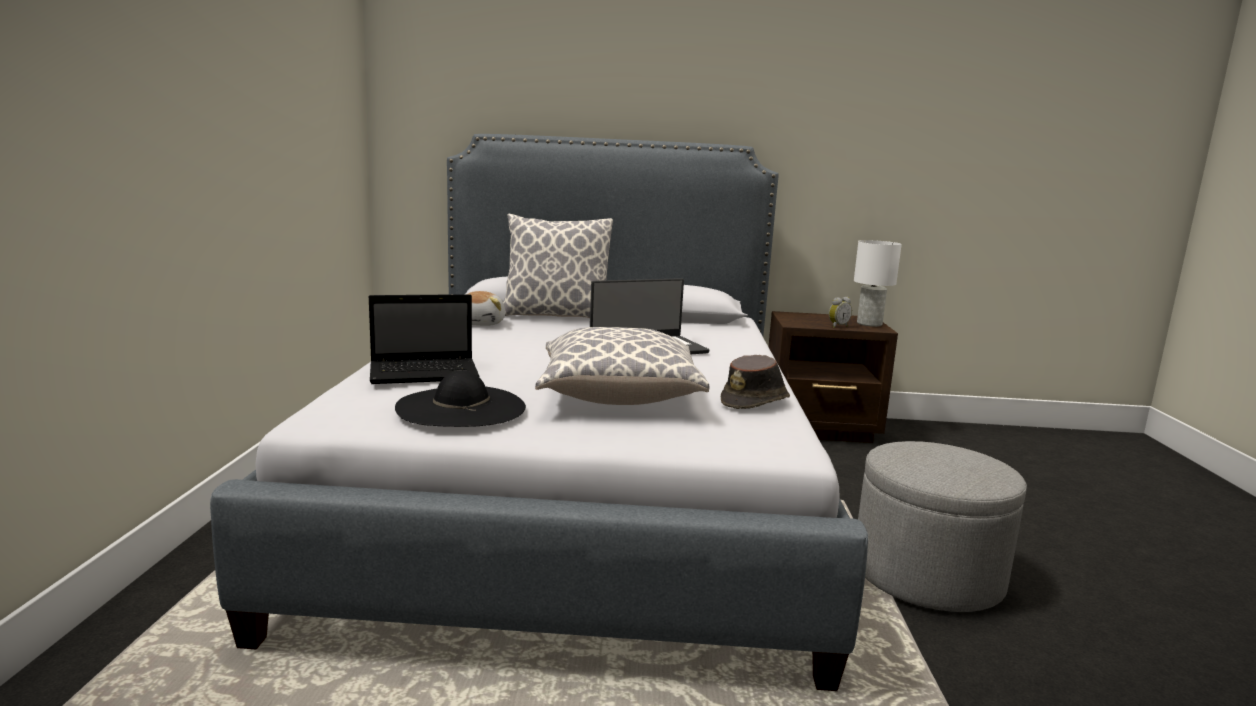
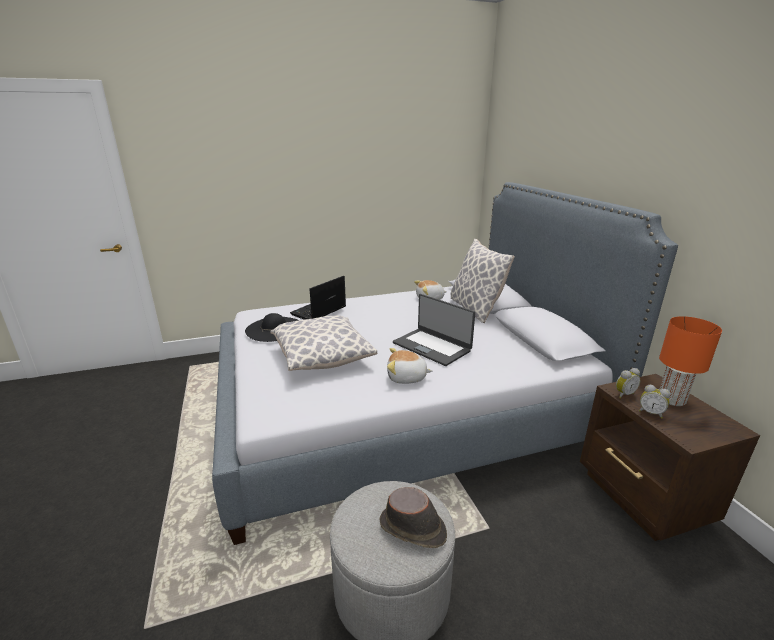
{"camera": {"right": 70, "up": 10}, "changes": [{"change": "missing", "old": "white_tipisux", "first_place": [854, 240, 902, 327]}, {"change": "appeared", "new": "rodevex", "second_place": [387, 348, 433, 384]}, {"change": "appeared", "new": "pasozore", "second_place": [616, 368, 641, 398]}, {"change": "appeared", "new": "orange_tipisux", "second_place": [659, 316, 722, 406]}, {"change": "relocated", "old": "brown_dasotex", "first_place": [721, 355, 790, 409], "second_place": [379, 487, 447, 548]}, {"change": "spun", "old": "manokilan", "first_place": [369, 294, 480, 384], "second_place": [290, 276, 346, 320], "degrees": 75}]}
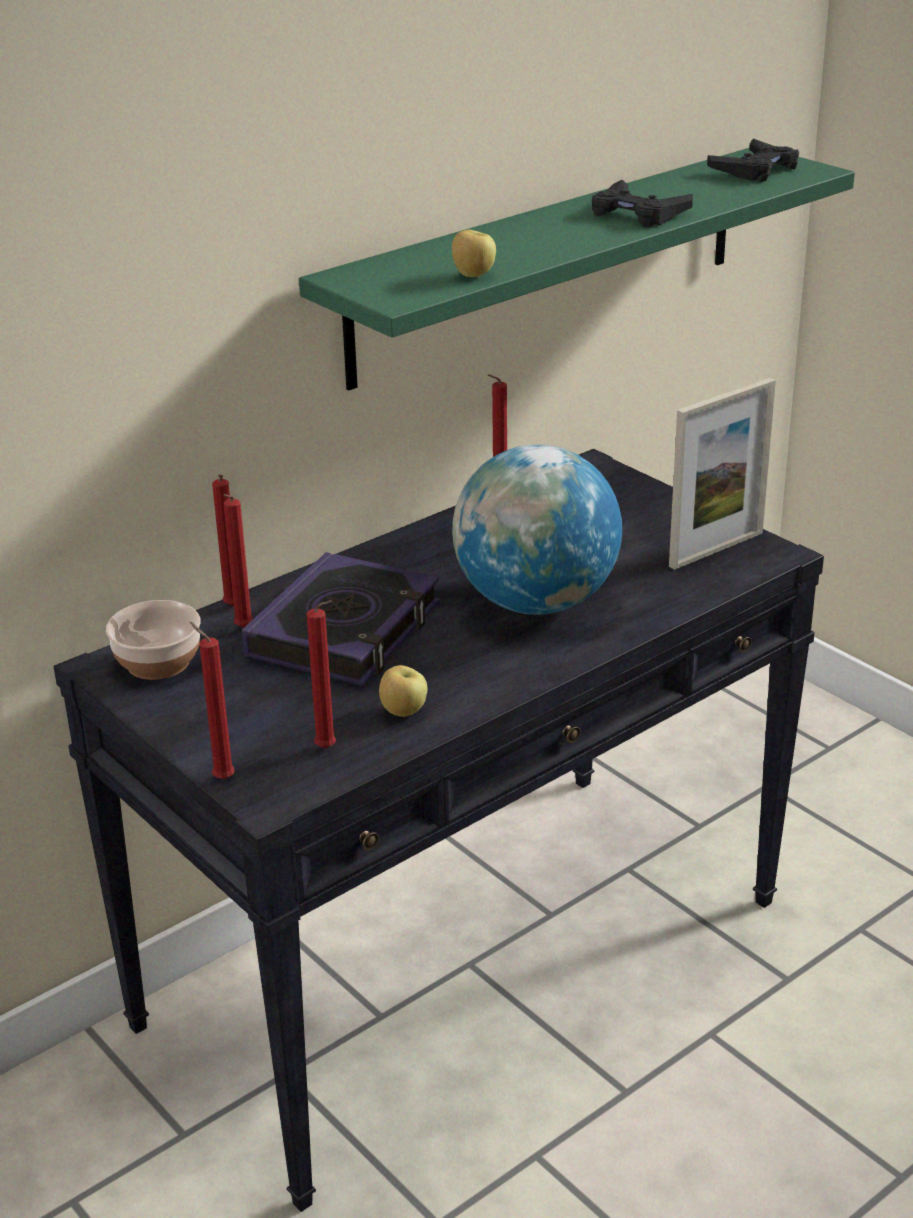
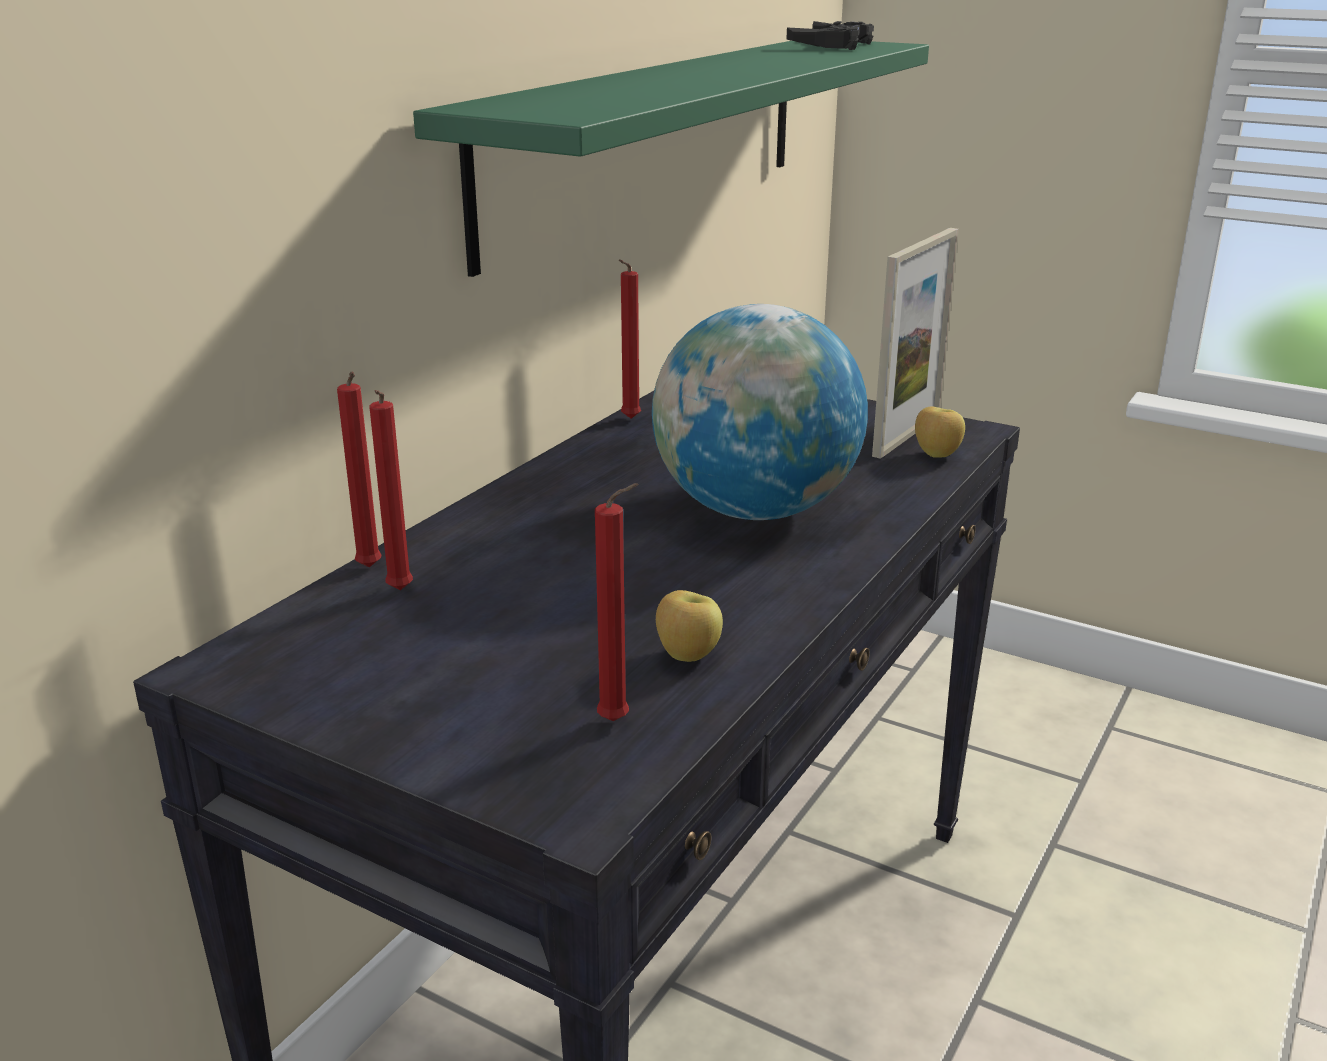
{"camera": {"right": -20, "up": -5}, "changes": [{"change": "missing", "old": "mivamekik", "first_place": [106, 600, 201, 680]}, {"change": "missing", "old": "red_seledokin", "first_place": [190, 622, 235, 779]}, {"change": "missing", "old": "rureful", "first_place": [242, 552, 440, 686]}, {"change": "missing", "old": "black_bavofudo", "first_place": [592, 180, 693, 227]}, {"change": "relocated", "old": "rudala", "first_place": [452, 230, 496, 277], "second_place": [915, 406, 965, 458]}]}
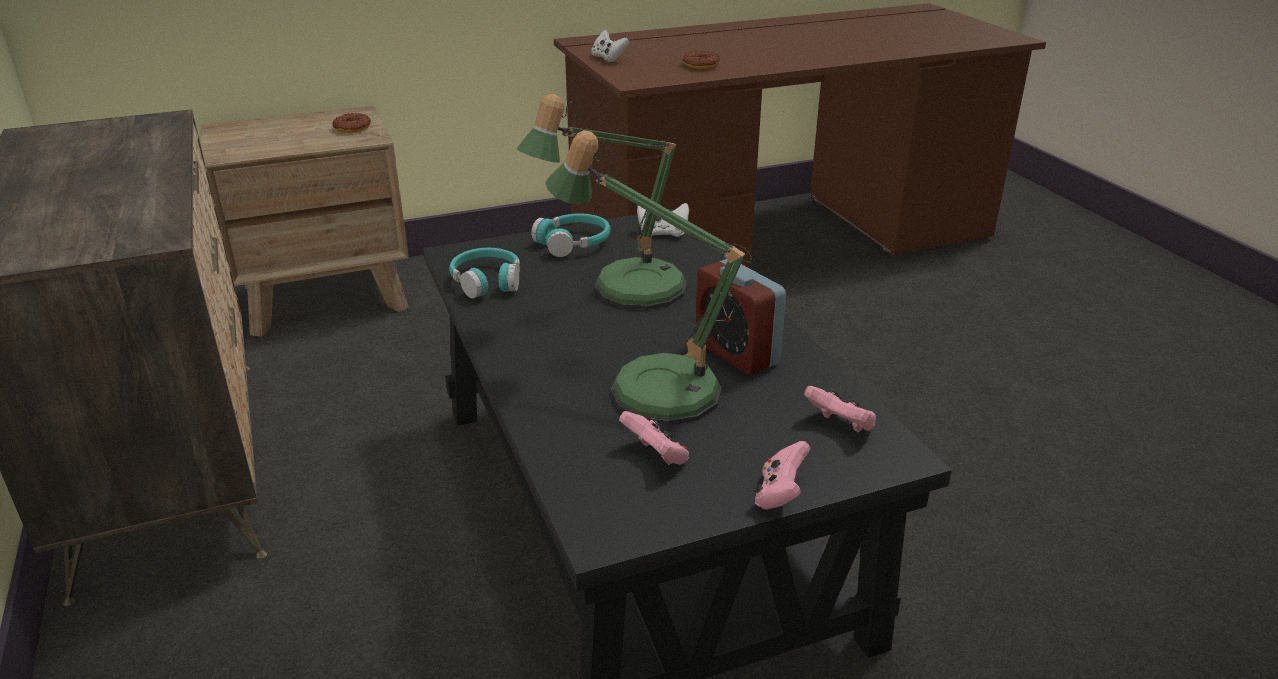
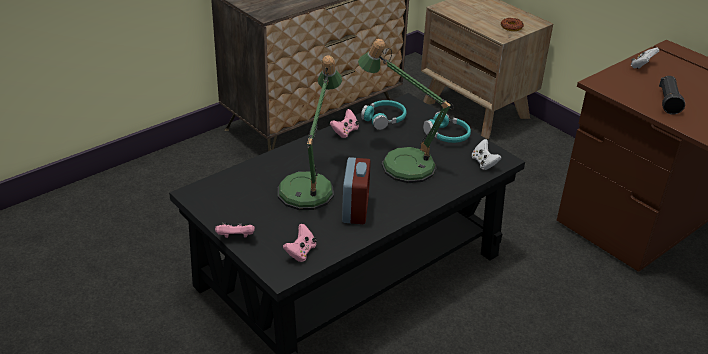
{"camera": {"right": 70, "up": 5}, "changes": [{"change": "relocated", "old": "pink_bavofudo", "first_place": [619, 411, 689, 465], "second_place": [330, 109, 359, 138]}, {"change": "exchanged", "old": "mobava", "new": "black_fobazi", "first_place": [683, 51, 720, 69], "second_place": [659, 76, 685, 115]}, {"change": "spun", "old": "pasozore", "first_place": [695, 259, 786, 375], "second_place": [342, 157, 371, 224], "degrees": 150}]}
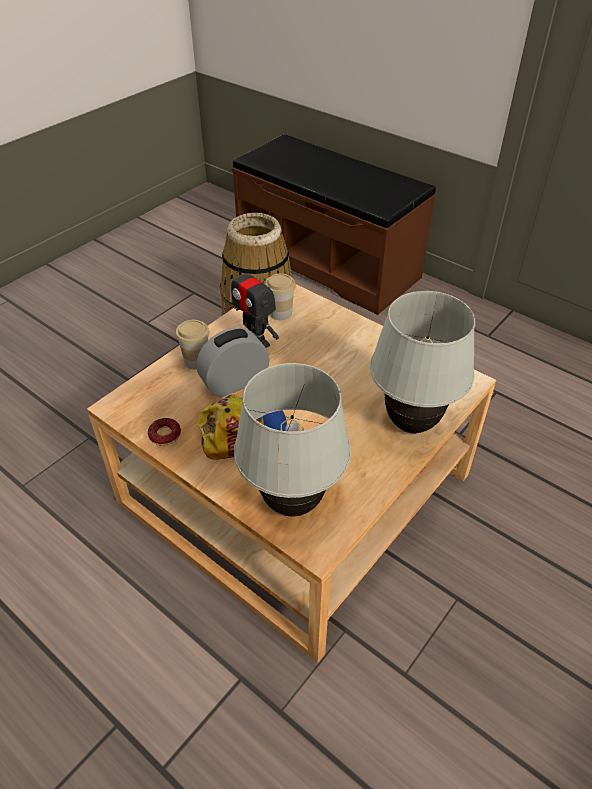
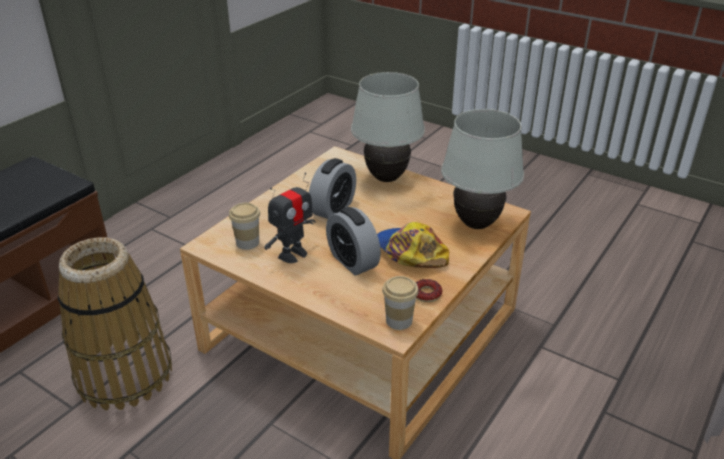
{"camera": {"right": -95, "up": -10}, "changes": [{"change": "appeared", "new": "pasozore", "second_place": [309, 158, 356, 219]}, {"change": "relocated", "old": "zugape", "first_place": [176, 320, 209, 370], "second_place": [382, 276, 419, 330]}]}
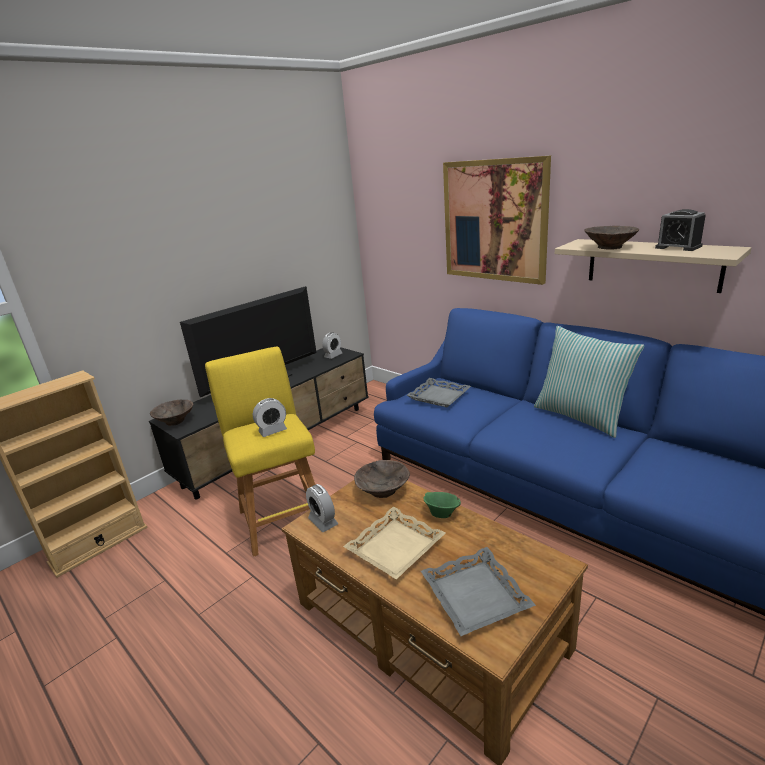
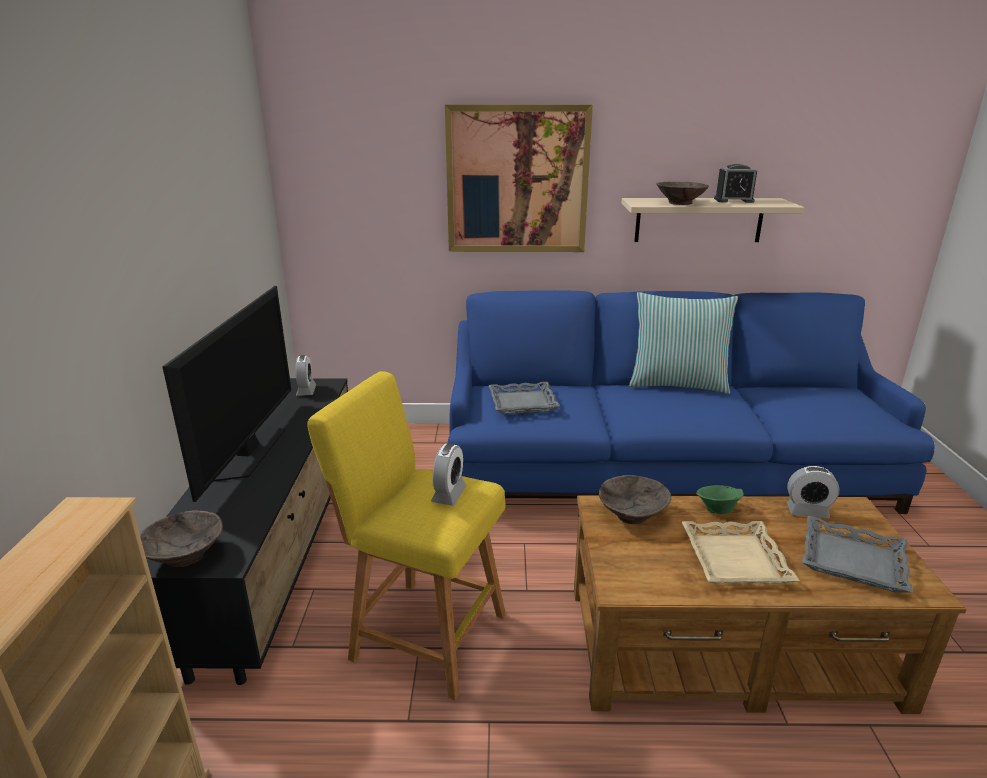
{"camera": {"right": -45, "up": 0}, "changes": [{"change": "relocated", "old": "pasozore", "first_place": [306, 484, 338, 532], "second_place": [787, 466, 840, 518]}]}
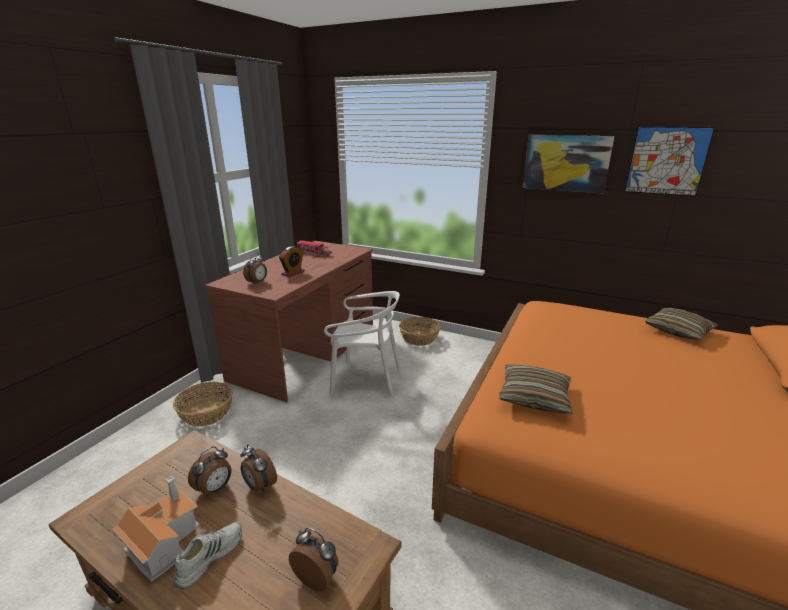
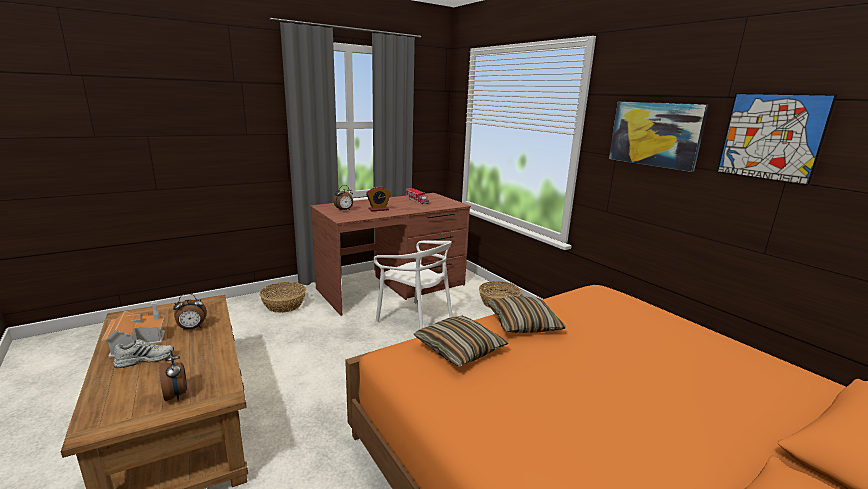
{"camera": {"right": 30, "up": -5}, "changes": [{"change": "missing", "old": "pasozore", "first_place": [240, 444, 277, 492]}, {"change": "relocated", "old": "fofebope", "first_place": [645, 308, 718, 340], "second_place": [487, 296, 566, 333]}]}
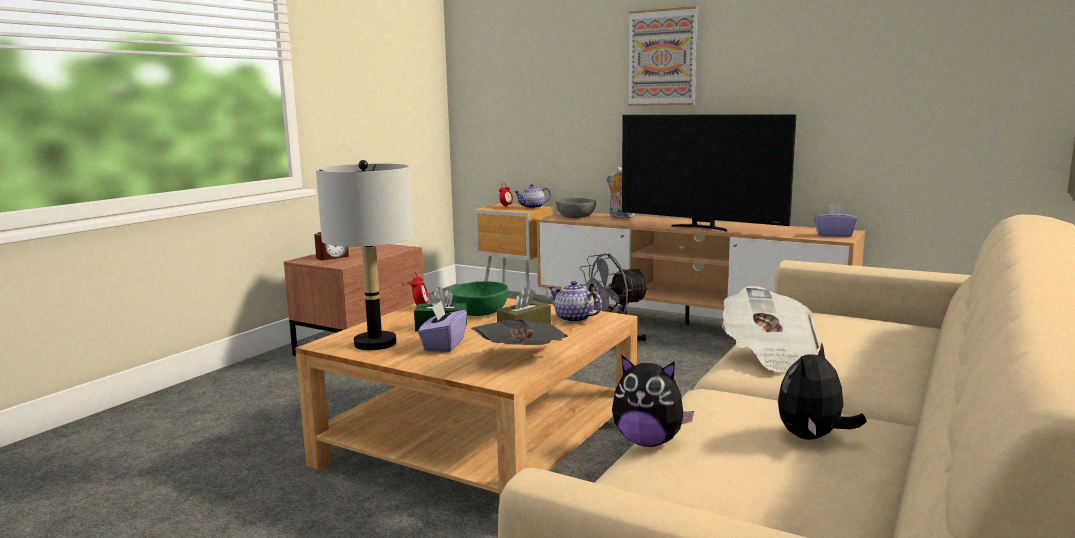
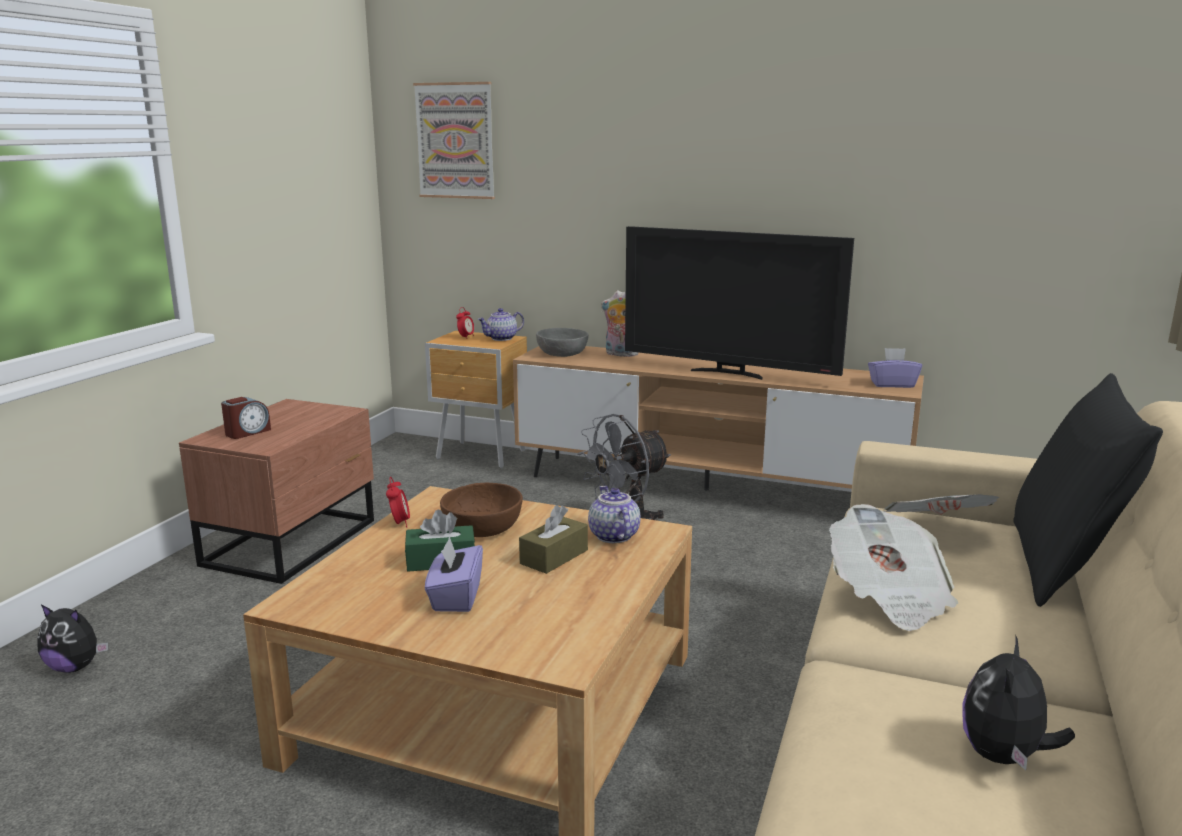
{"camera": {"right": -10, "up": 5}, "changes": [{"change": "missing", "old": "grey_tipisux", "first_place": [316, 160, 414, 350]}, {"change": "appeared", "new": "black_fofebope", "second_place": [1013, 373, 1163, 607]}, {"change": "relocated", "old": "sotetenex", "first_place": [471, 320, 567, 345], "second_place": [884, 494, 1000, 515]}, {"change": "relocated", "old": "rodevex", "first_place": [612, 355, 694, 447], "second_place": [37, 604, 108, 673]}, {"change": "relocated", "old": "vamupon", "first_place": [628, 6, 698, 106], "second_place": [413, 82, 495, 199]}, {"change": "colour", "old": "green_mivamekik", "new": "brown_mivamekik", "first_place": [448, 281, 509, 316], "second_place": [440, 483, 523, 537]}, {"change": "spun", "old": "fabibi", "first_place": [548, 281, 602, 323], "second_place": [588, 486, 641, 543], "degrees": 45}]}
